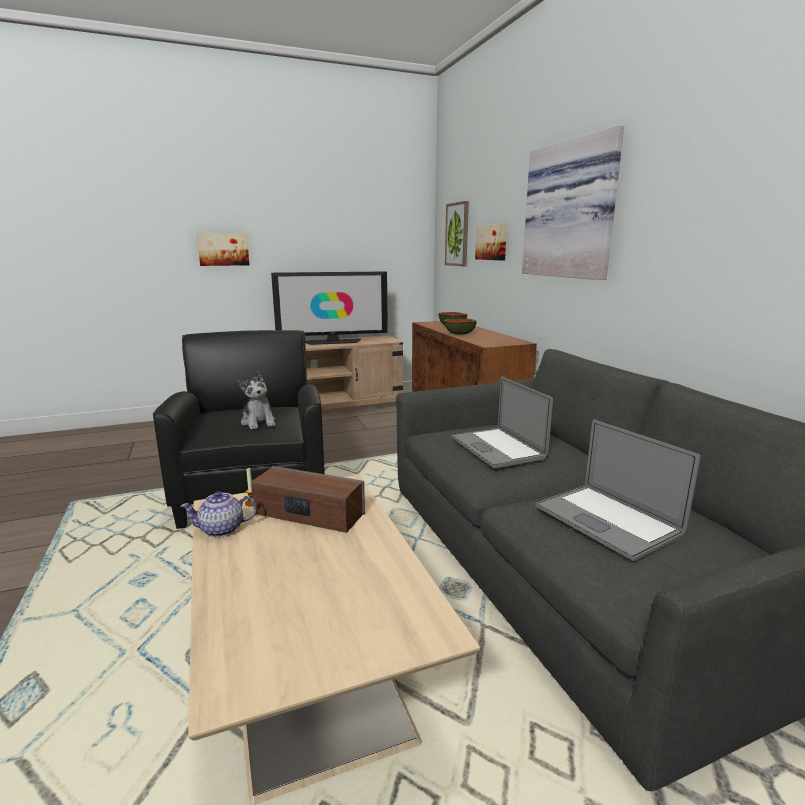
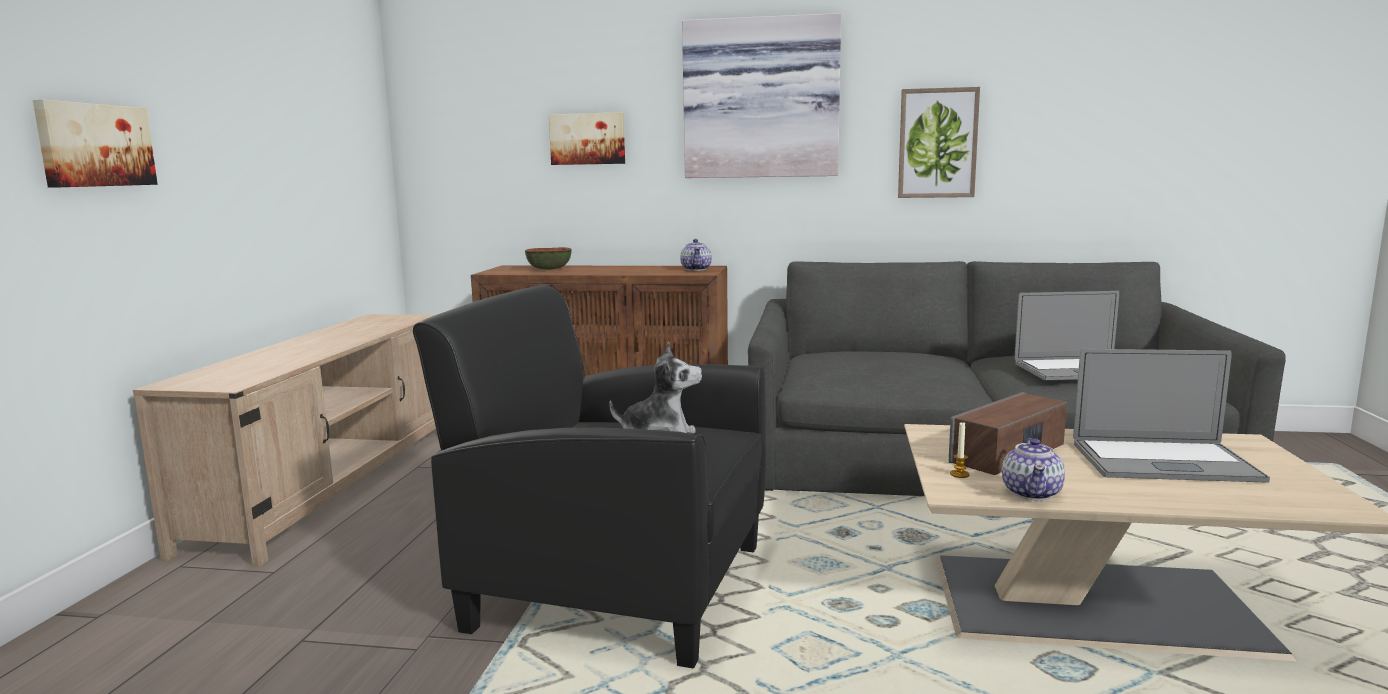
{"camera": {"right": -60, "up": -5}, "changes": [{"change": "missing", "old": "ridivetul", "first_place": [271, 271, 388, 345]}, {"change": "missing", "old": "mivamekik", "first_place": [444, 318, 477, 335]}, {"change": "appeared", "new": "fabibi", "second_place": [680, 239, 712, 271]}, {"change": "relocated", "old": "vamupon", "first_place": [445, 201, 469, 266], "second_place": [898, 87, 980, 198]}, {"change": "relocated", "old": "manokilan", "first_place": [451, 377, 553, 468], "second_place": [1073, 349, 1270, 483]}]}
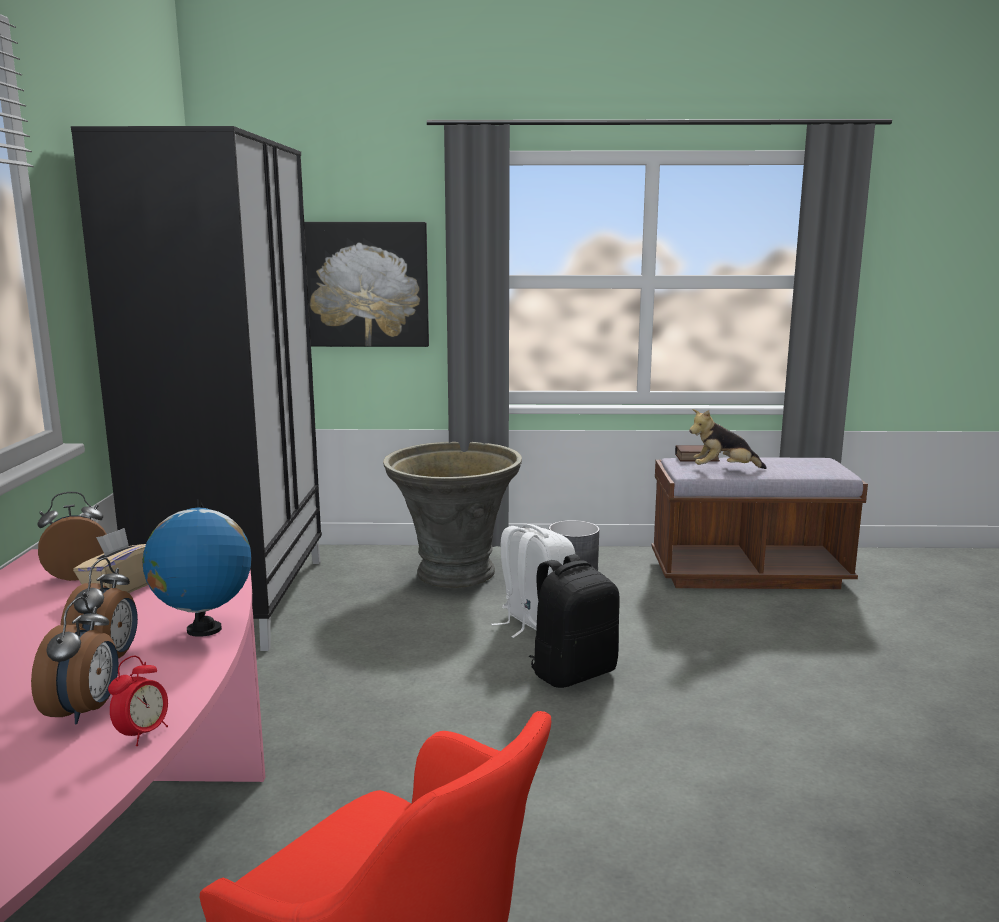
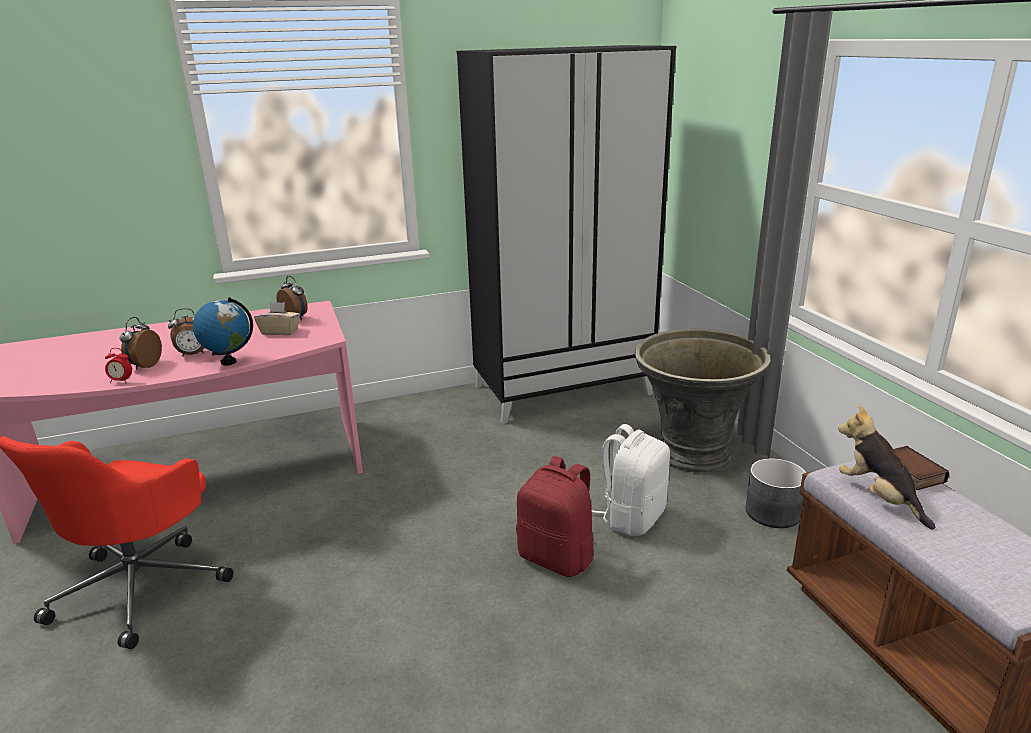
{"camera": {"right": 70, "up": 10}, "changes": [{"change": "missing", "old": "vamupon", "first_place": [304, 222, 429, 347]}, {"change": "colour", "old": "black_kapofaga", "new": "red_kapofaga", "first_place": [529, 554, 620, 688], "second_place": [516, 456, 594, 577]}, {"change": "spun", "old": "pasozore", "first_place": [31, 597, 119, 724], "second_place": [120, 317, 162, 370], "degrees": 120}]}
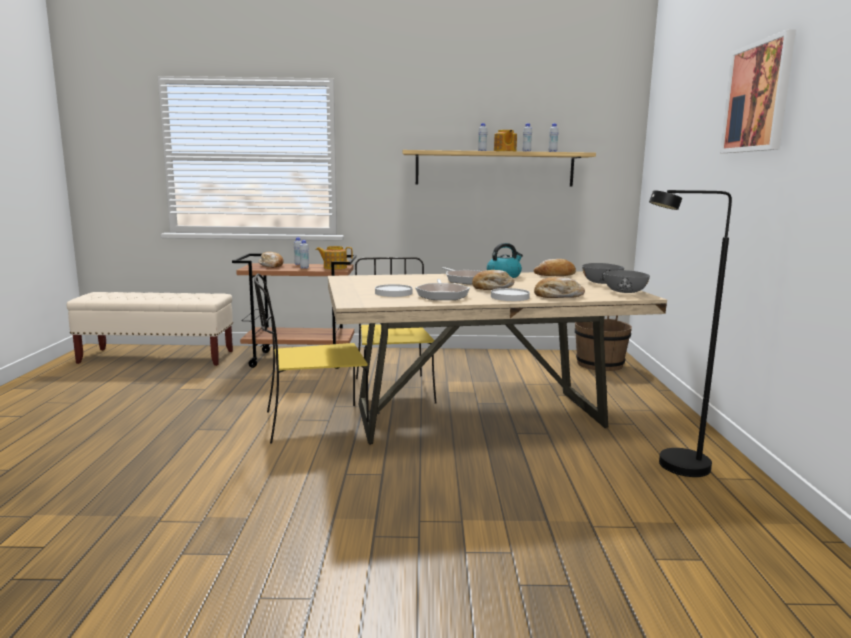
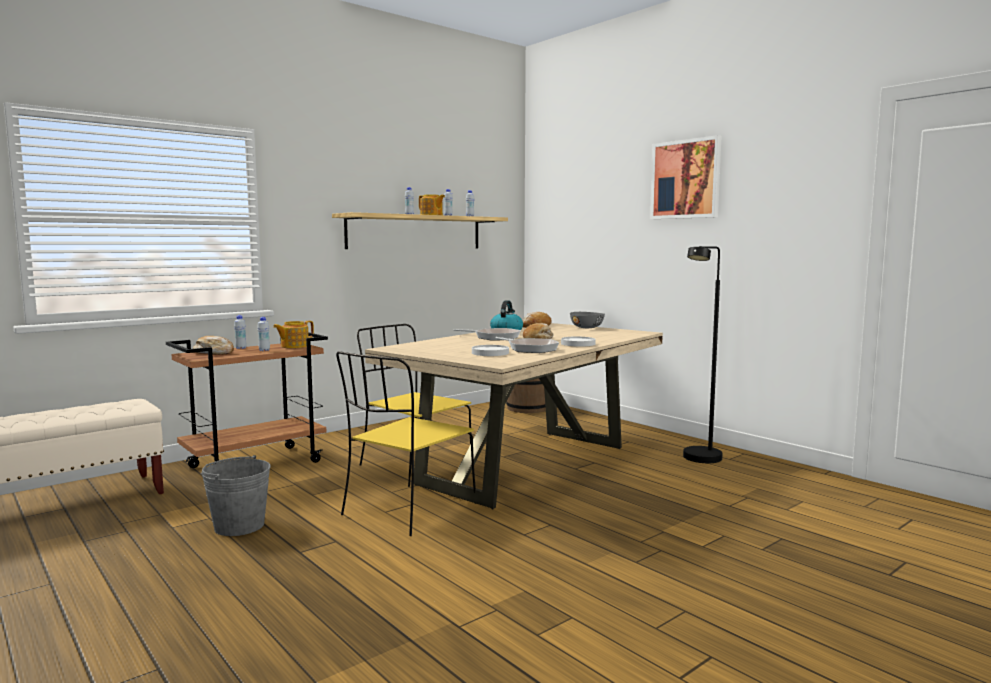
{"camera": {"right": -40, "up": -5}, "changes": [{"change": "missing", "old": "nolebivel", "first_place": [534, 277, 585, 298]}, {"change": "missing", "old": "grey_mivamekik", "first_place": [604, 270, 650, 293]}, {"change": "appeared", "new": "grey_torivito", "second_place": [201, 455, 271, 536]}]}
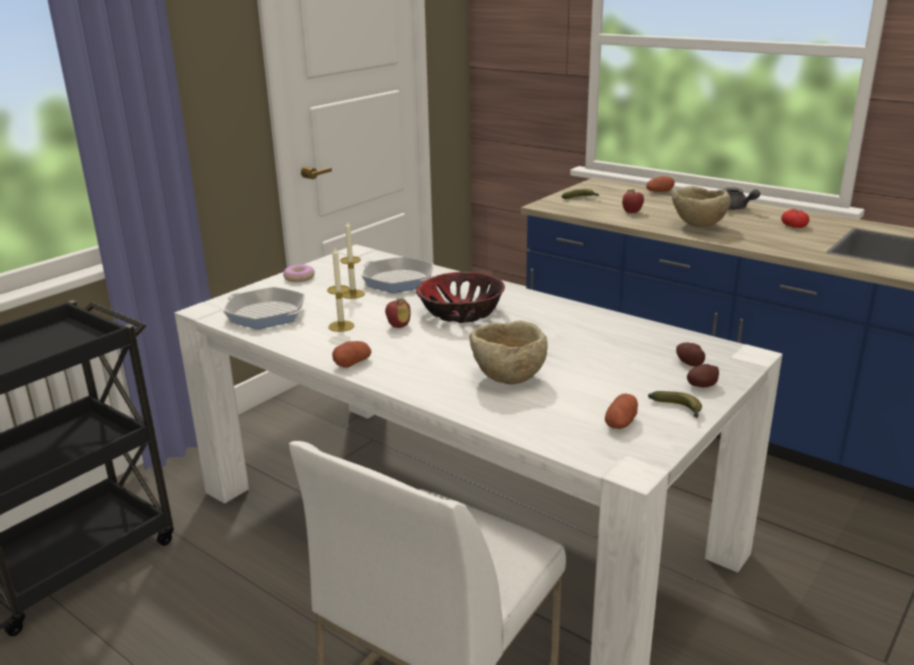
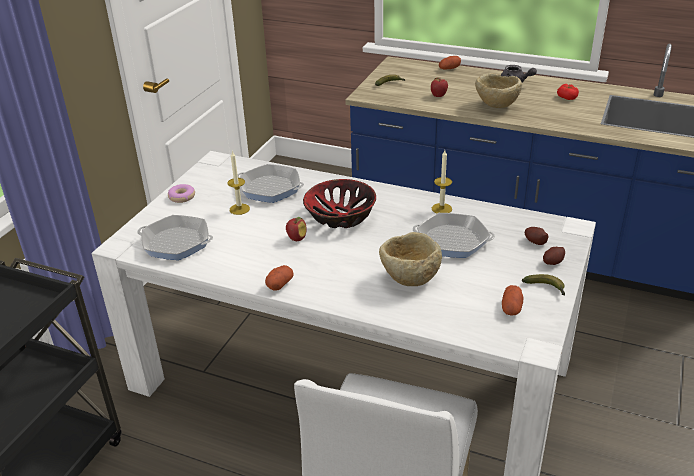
{"camera": {"right": -15, "up": 10}, "changes": [{"change": "appeared", "new": "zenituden", "second_place": [413, 213, 495, 258]}, {"change": "relocated", "old": "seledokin", "first_place": [327, 248, 354, 332], "second_place": [432, 150, 452, 214]}]}
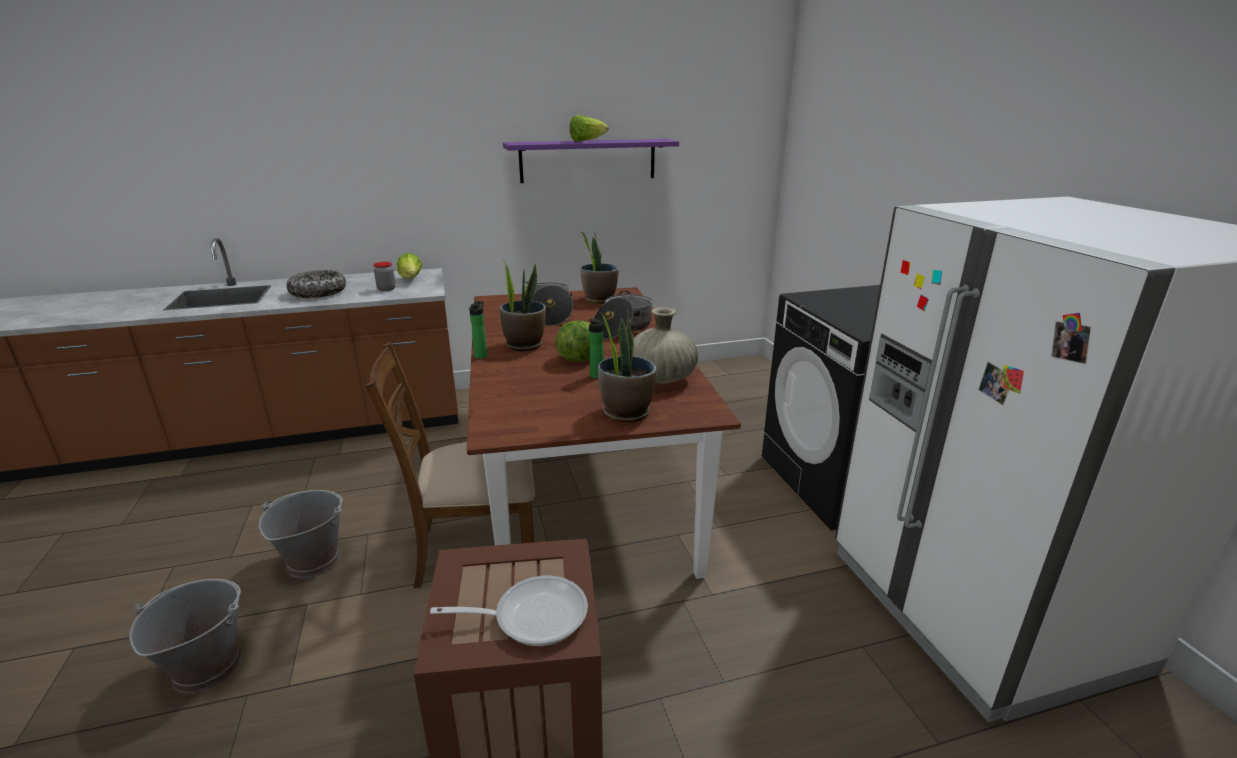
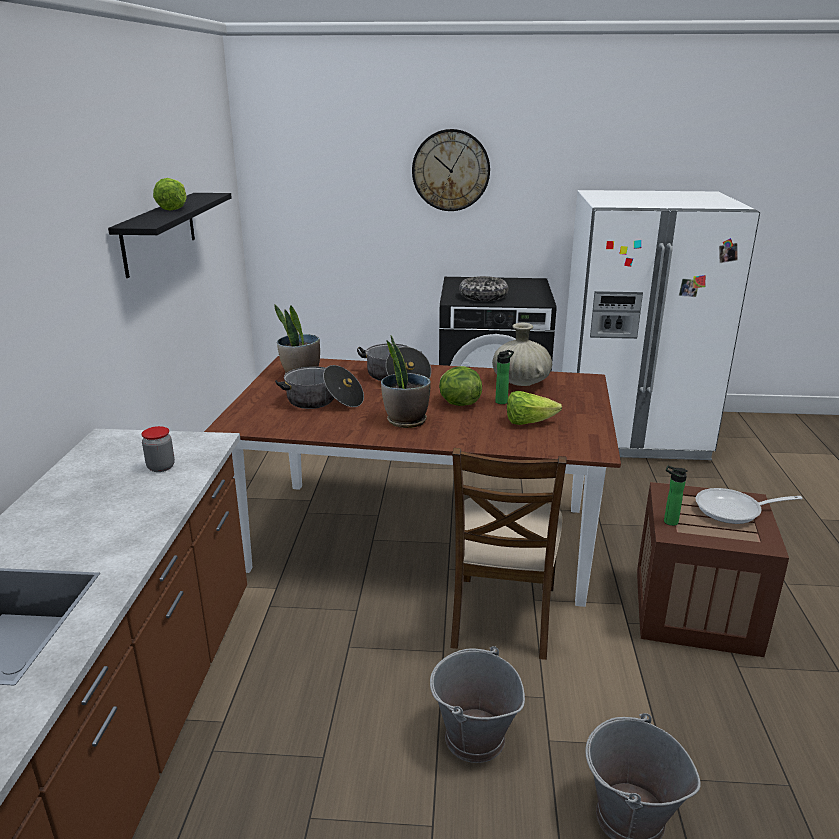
{"camera": {"right": -70, "up": 0}, "changes": [{"change": "missing", "old": "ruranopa", "first_place": [598, 309, 657, 423]}, {"change": "appeared", "new": "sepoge", "second_place": [412, 129, 490, 211]}, {"change": "relocated", "old": "mivamekik", "first_place": [286, 270, 346, 298], "second_place": [459, 276, 509, 301]}, {"change": "relocated", "old": "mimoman", "first_place": [397, 253, 422, 279], "second_place": [507, 391, 562, 425]}, {"change": "relocated", "old": "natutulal", "first_place": [469, 301, 487, 359], "second_place": [664, 466, 688, 526]}, {"change": "colour", "old": "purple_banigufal", "new": "black_banigufal", "first_place": [503, 139, 679, 183], "second_place": [108, 193, 232, 278]}, {"change": "spun", "old": "zenituden", "first_place": [430, 576, 588, 646], "second_place": [696, 488, 803, 524], "degrees": -105}]}
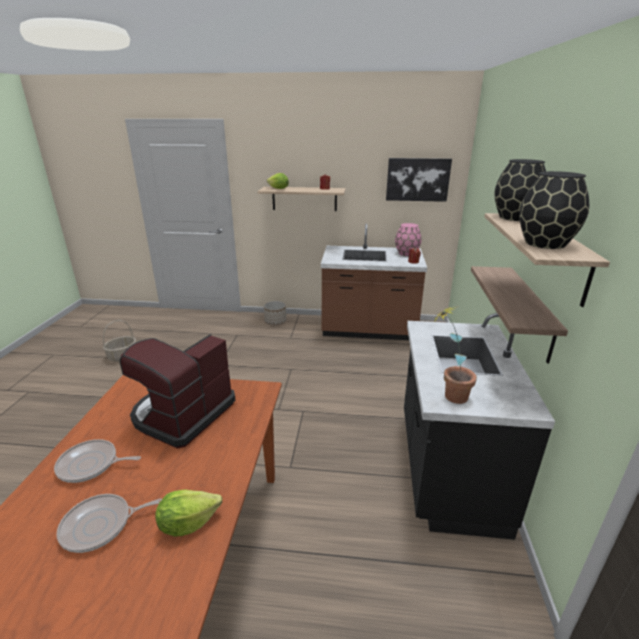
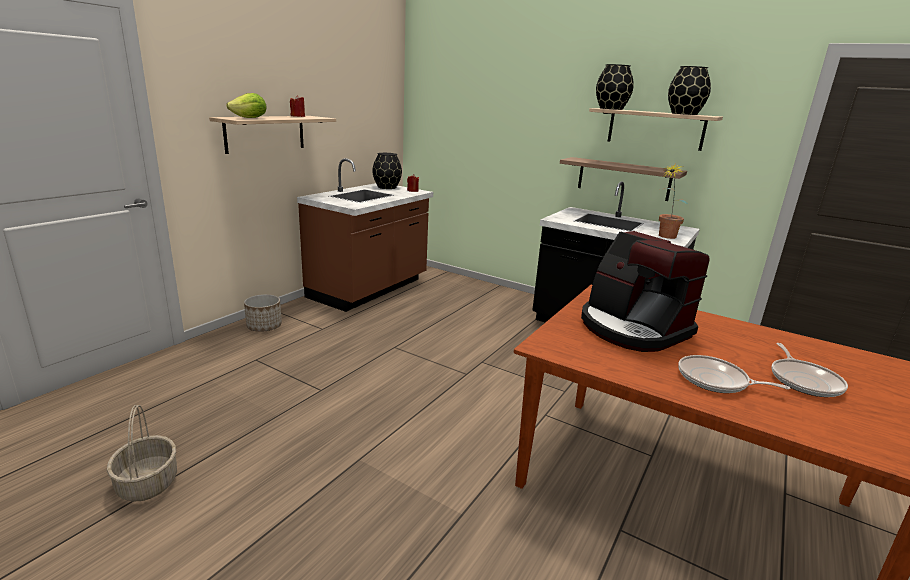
{"camera": {"right": -65, "up": -5}, "changes": [{"change": "missing", "old": "mimoman", "first_place": [155, 490, 222, 537]}, {"change": "missing", "old": "vamupon", "first_place": [386, 158, 452, 202]}, {"change": "colour", "old": "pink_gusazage", "new": "black_gusazage", "first_place": [395, 223, 422, 256], "second_place": [372, 153, 402, 189]}, {"change": "spun", "old": "zenituden", "first_place": [54, 439, 141, 483], "second_place": [678, 355, 790, 393], "degrees": 90}]}
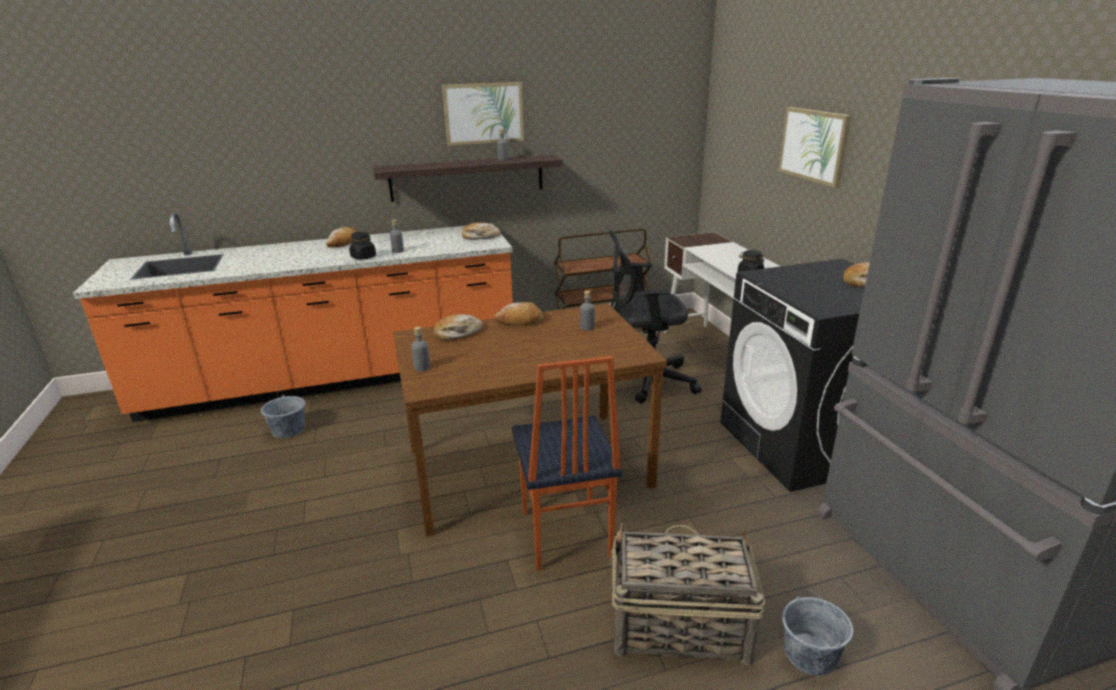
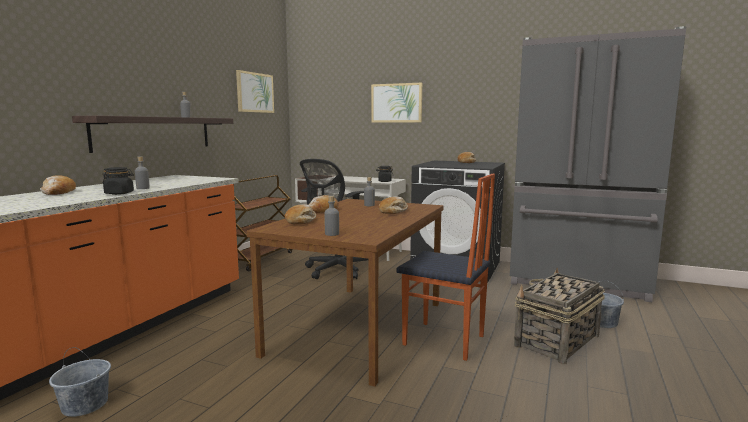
{"camera": {"right": -50, "up": -15}, "changes": [{"change": "relocated", "old": "vamupon", "first_place": [442, 82, 524, 146], "second_place": [236, 70, 274, 113]}, {"change": "relocated", "old": "nolebivel", "first_place": [462, 223, 501, 240], "second_place": [378, 197, 408, 214]}]}
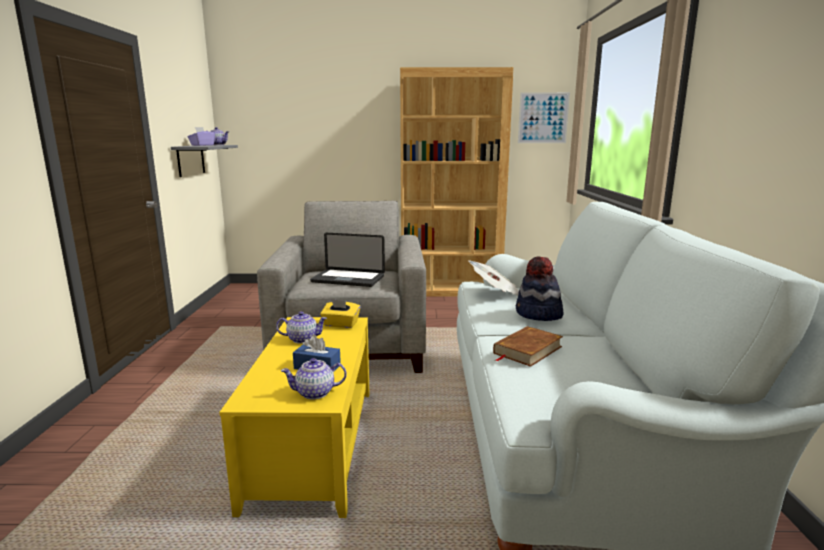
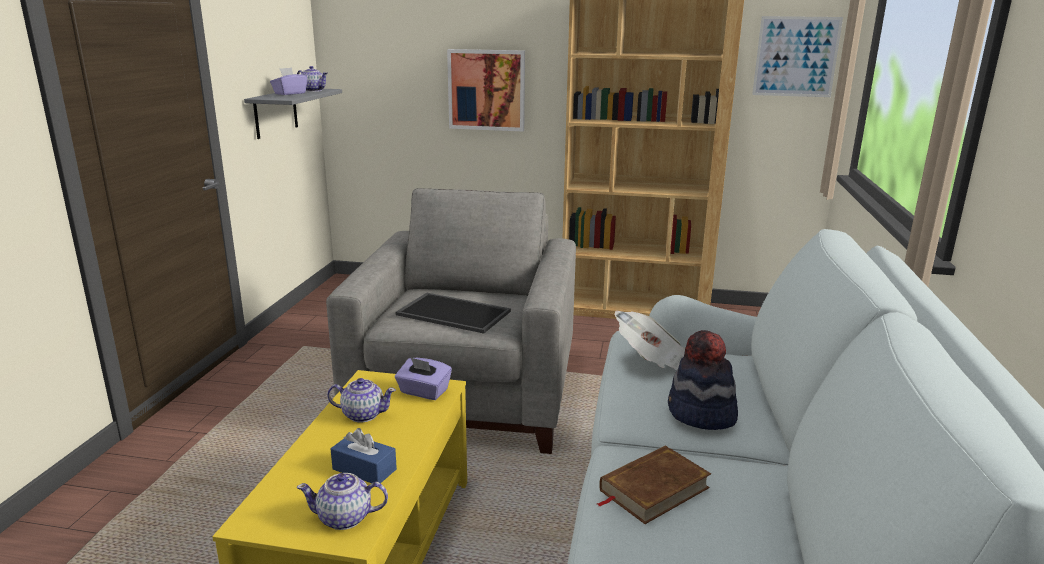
{"camera": {"right": 10, "up": 5}, "changes": [{"change": "appeared", "new": "vamupon", "second_place": [447, 49, 525, 131]}, {"change": "exchanged", "old": "manokilan", "new": "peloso", "first_place": [310, 233, 385, 287], "second_place": [396, 293, 511, 334]}, {"change": "colour", "old": "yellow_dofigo", "new": "purple_dofigo", "first_place": [320, 299, 360, 328], "second_place": [395, 357, 452, 400]}]}
